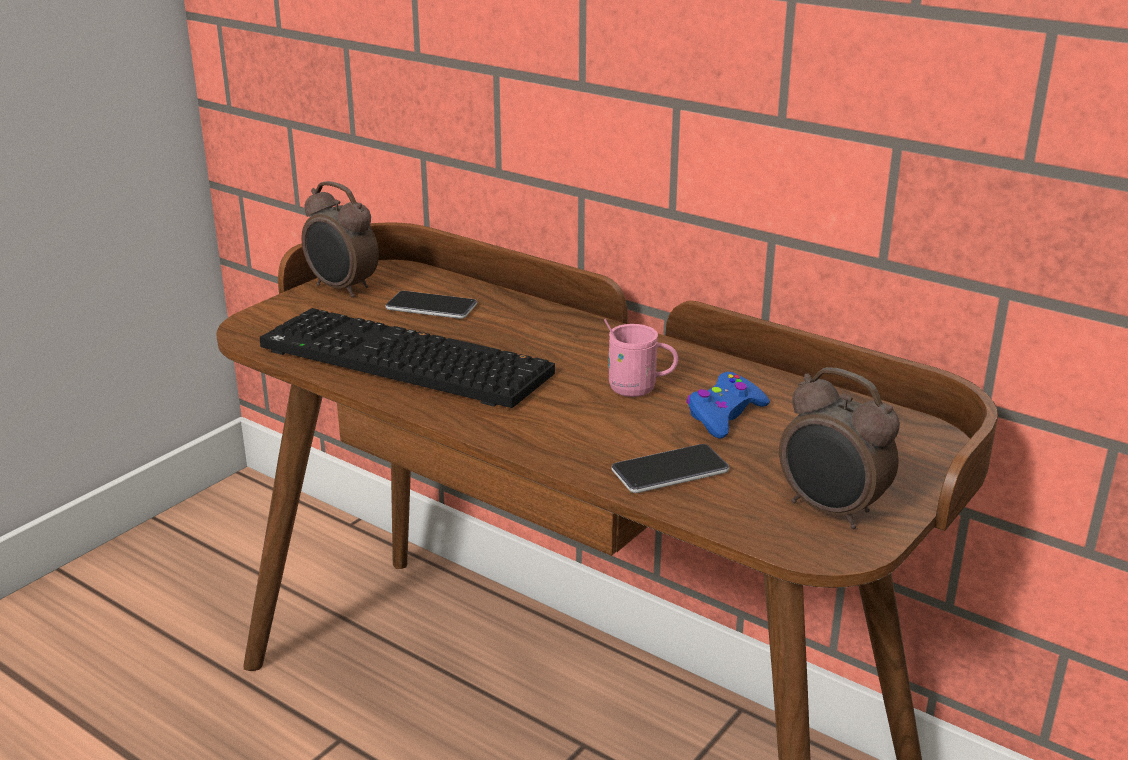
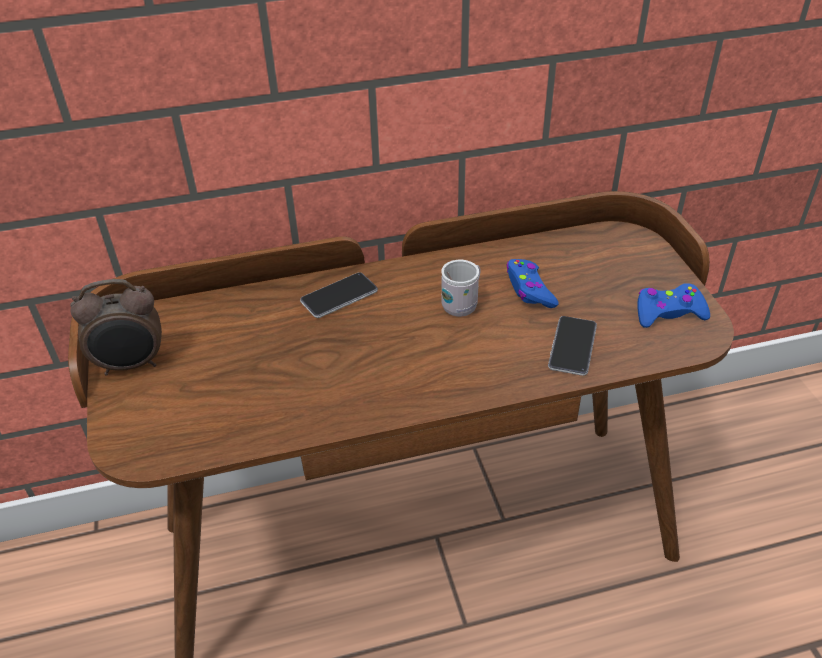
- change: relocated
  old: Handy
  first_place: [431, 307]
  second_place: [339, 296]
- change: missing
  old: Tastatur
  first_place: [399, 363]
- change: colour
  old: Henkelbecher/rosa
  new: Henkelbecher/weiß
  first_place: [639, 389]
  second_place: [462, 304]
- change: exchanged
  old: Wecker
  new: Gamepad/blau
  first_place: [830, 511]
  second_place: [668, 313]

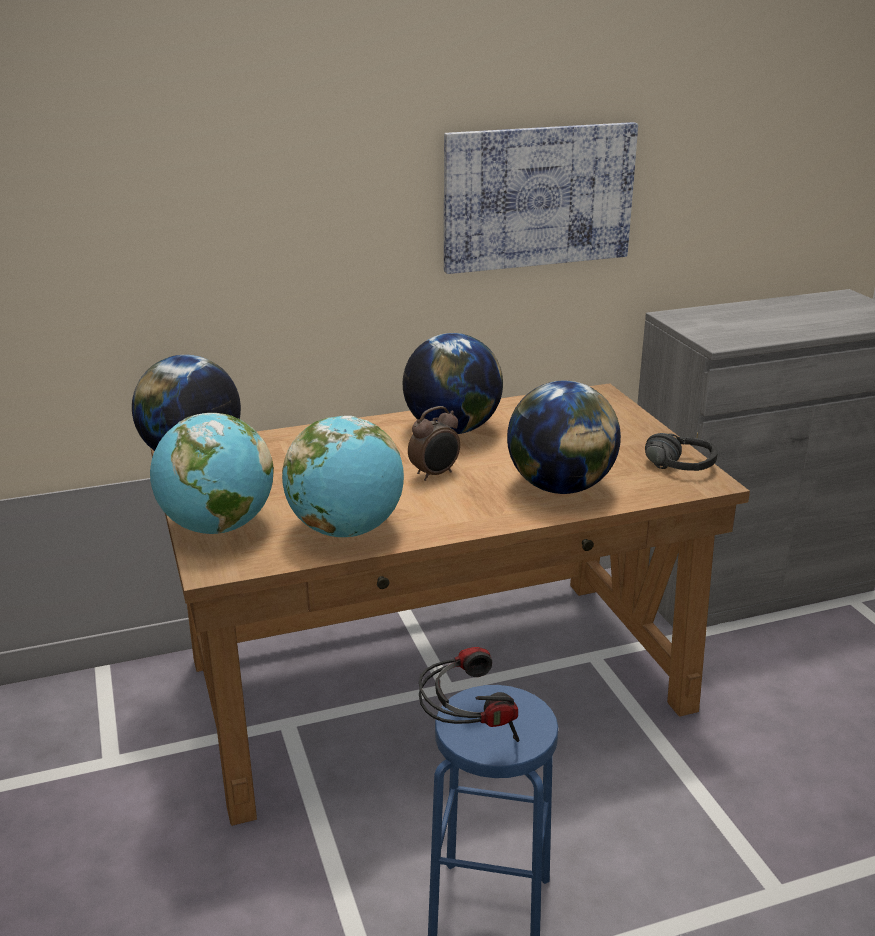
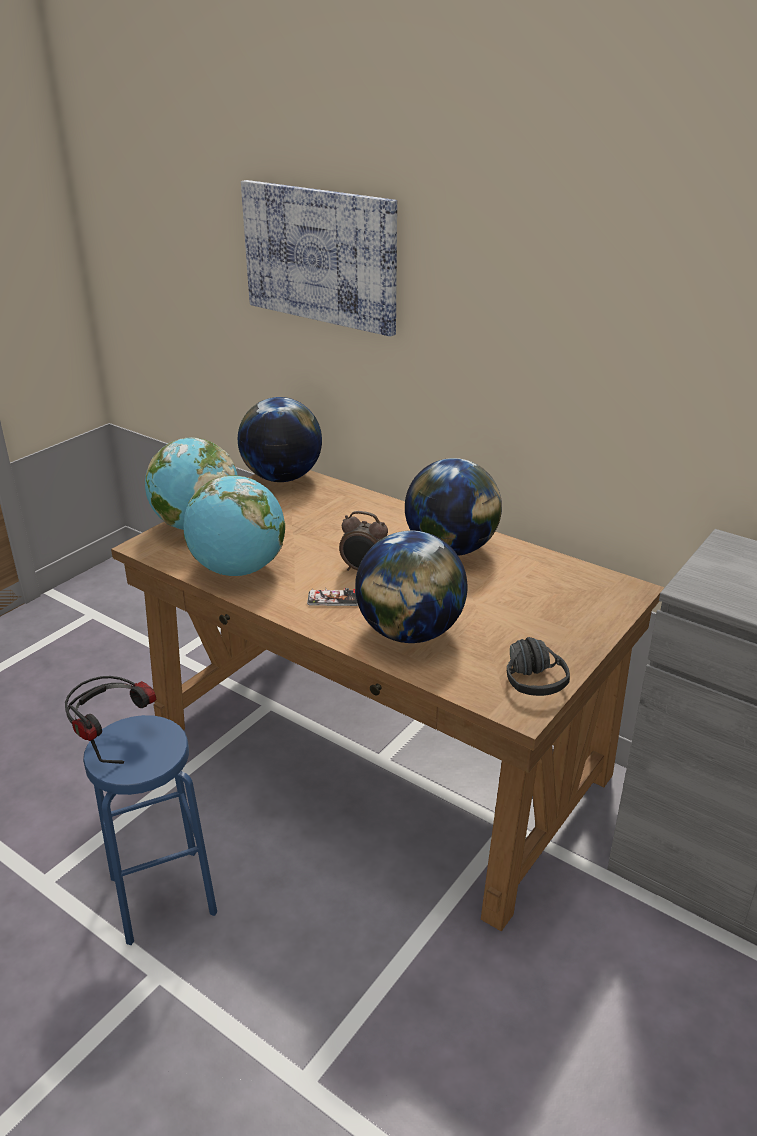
- change: relocated
  old: Bild
  first_place: [538, 196]
  second_place: [320, 255]
- change: appeared
  new: Handy
  second_place: [334, 599]

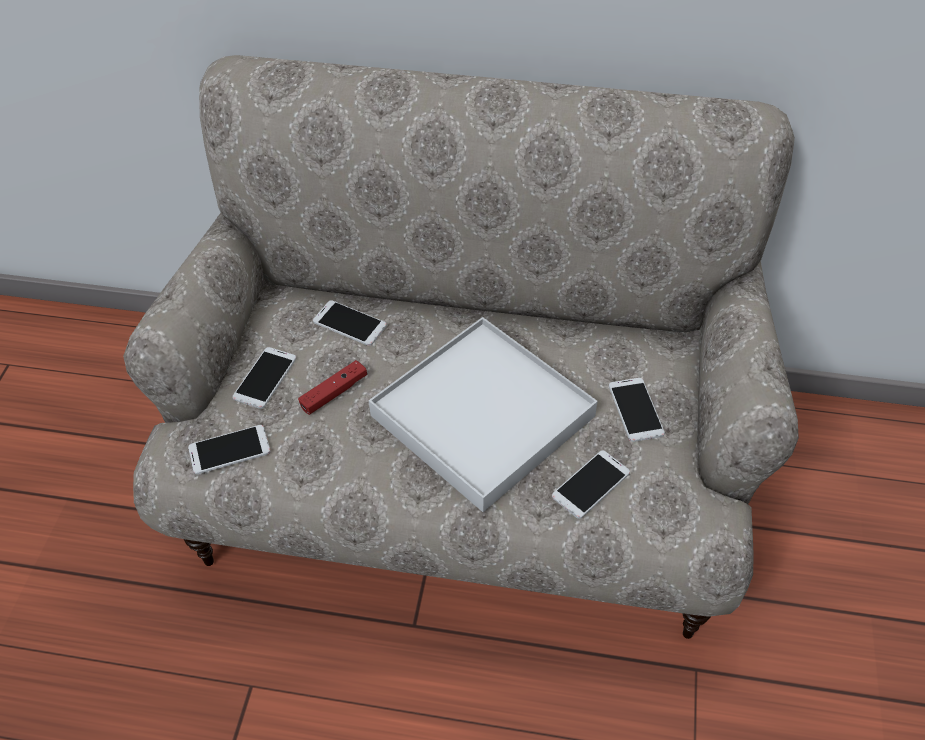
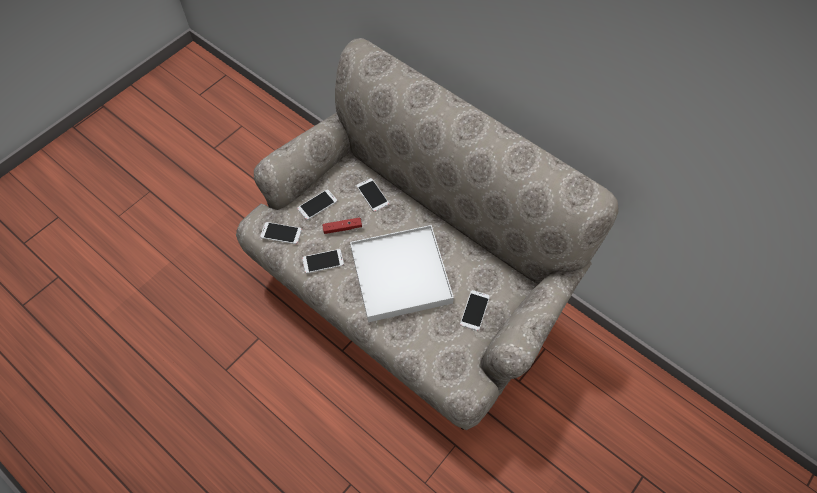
- change: relocated
  old: Handy
  first_place: [590, 484]
  second_place: [323, 261]

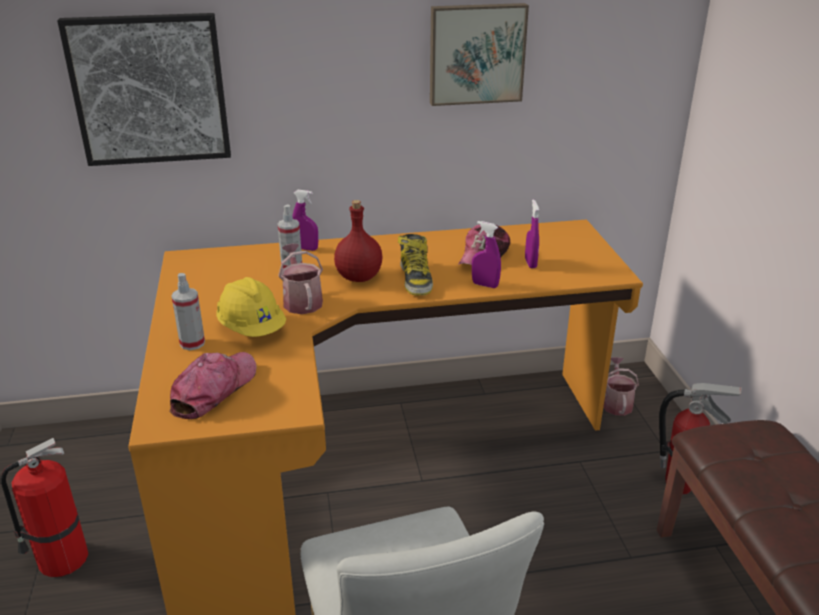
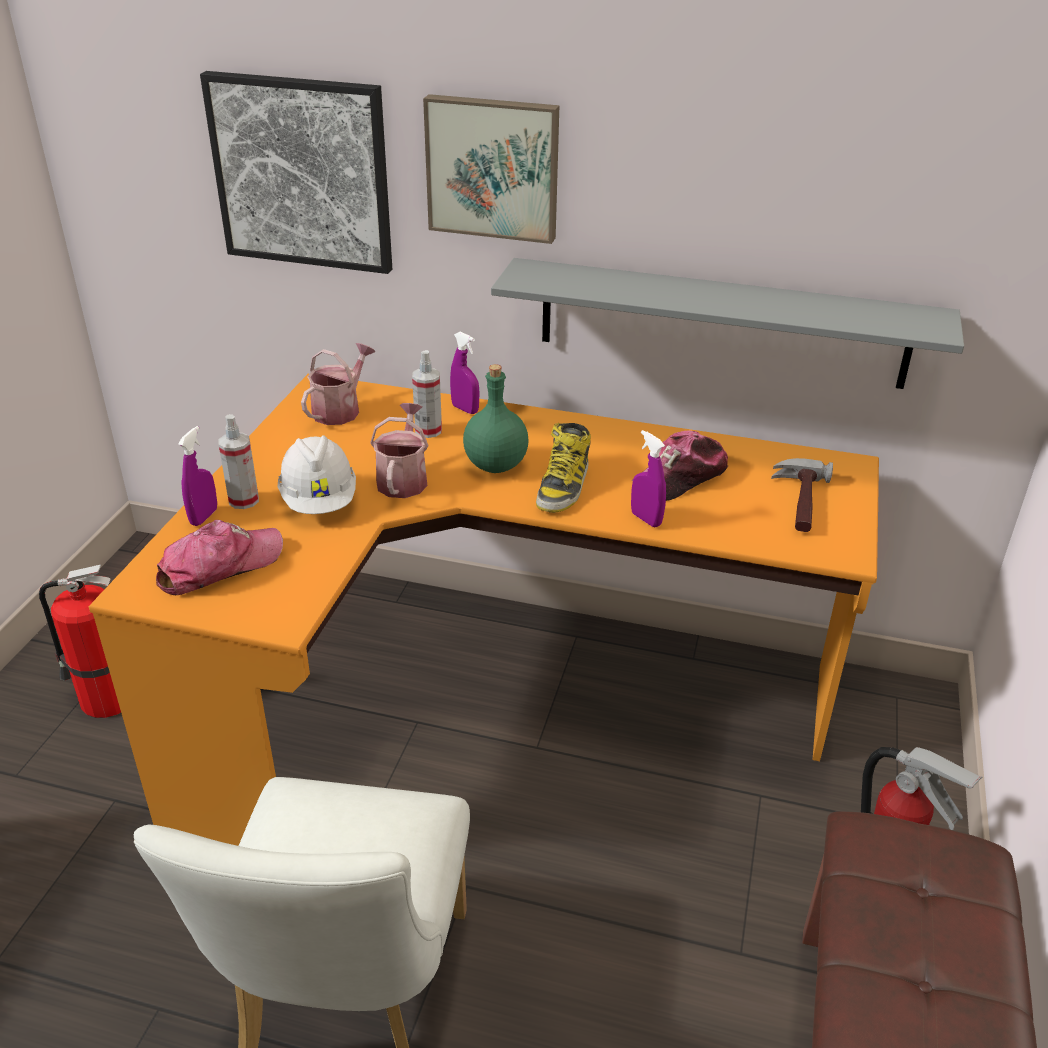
- change: relocated
  old: Bild
  first_place: [476, 54]
  second_place: [493, 167]
- change: relocated
  old: Sprühflasche/lila
  first_place: [530, 263]
  second_place: [204, 517]
- change: colour
  old: Flasche/rot
  new: Flasche/grün
  first_place: [358, 277]
  second_place: [494, 465]
- change: colour
  old: Schutzhelm/gelb
  new: Schutzhelm/weiß
  first_place: [252, 329]
  second_place: [319, 501]
- change: relocated
  old: Gießkanne
  first_place: [616, 403]
  second_place: [340, 410]
- change: appeared
  new: Wandregal/grau
  second_place: [721, 323]
- change: appeared
  new: Hammer
  second_place: [798, 502]

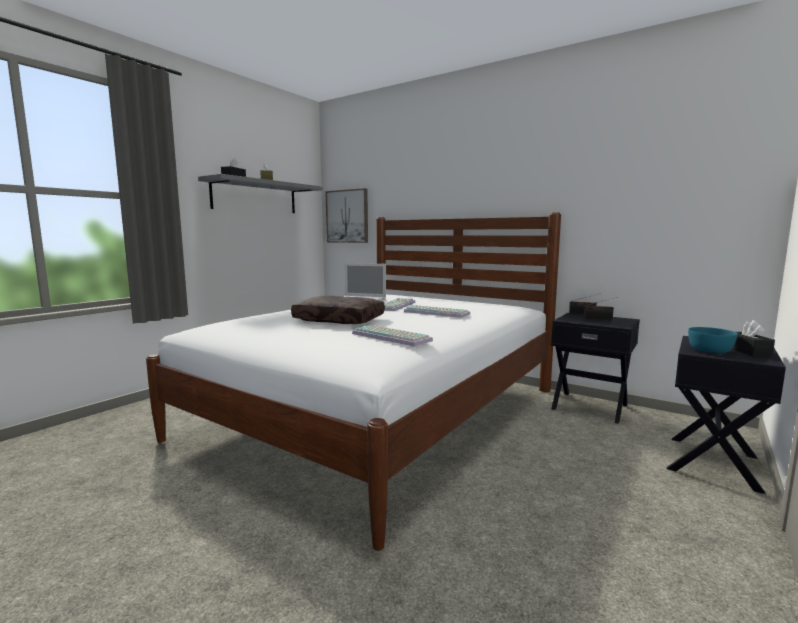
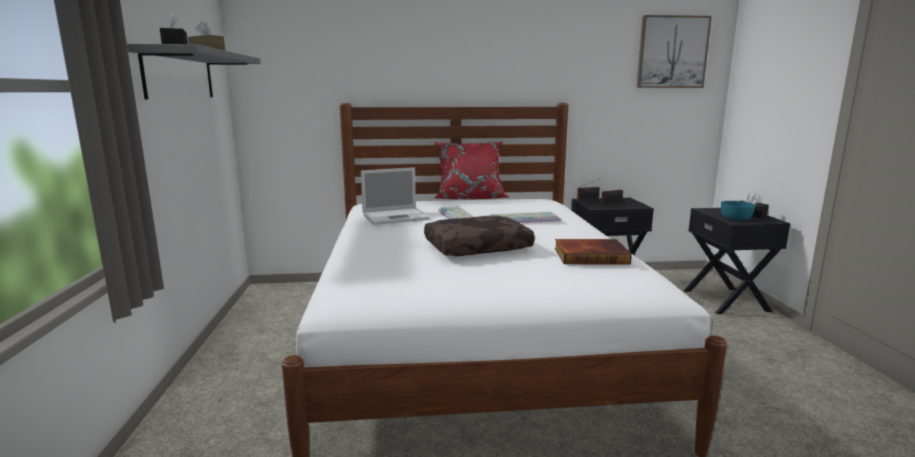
- change: relocated
  old: Bild
  first_place: [347, 216]
  second_place: [672, 52]
- change: exchanged
  old: Tastatur
  new: Buch
  first_place: [393, 337]
  second_place: [591, 255]
- change: appeared
  new: Kissen/rot
  second_place: [470, 197]

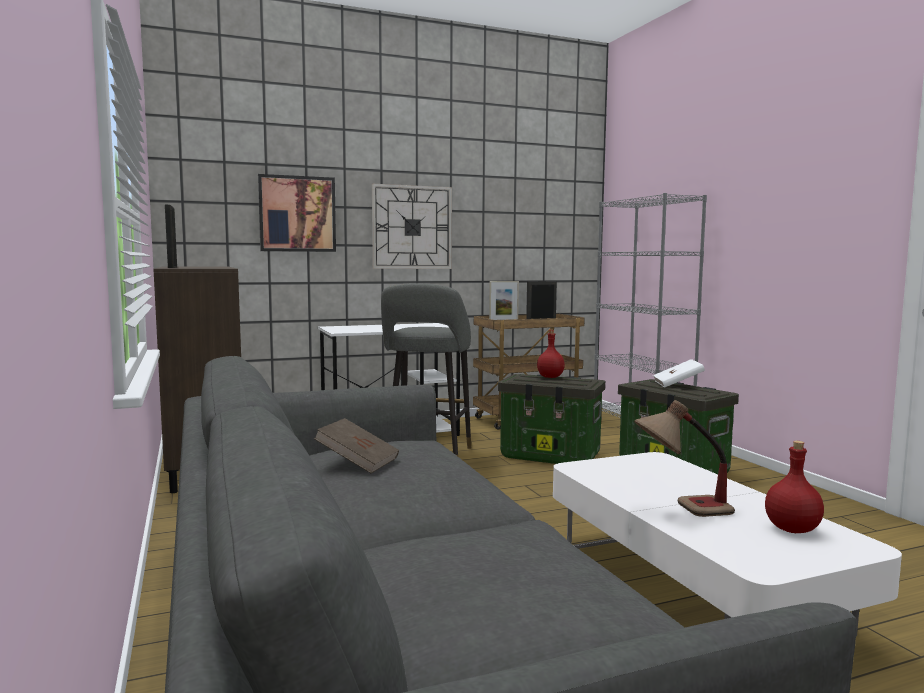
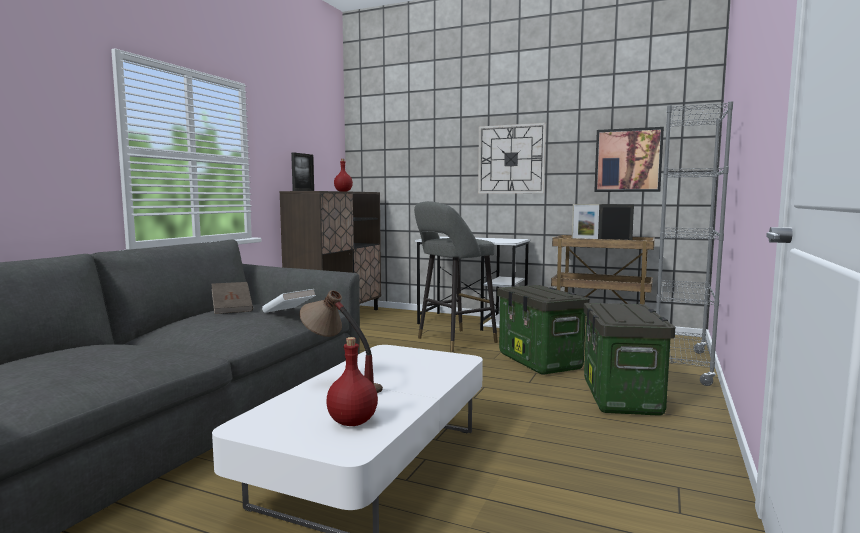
- change: relocated
  old: Bild
  first_place: [297, 214]
  second_place: [628, 160]
- change: relocated
  old: Flasche/rot
  first_place: [550, 377]
  second_place: [343, 191]
- change: relocated
  old: Buch/weiß
  first_place: [677, 384]
  second_place: [289, 313]

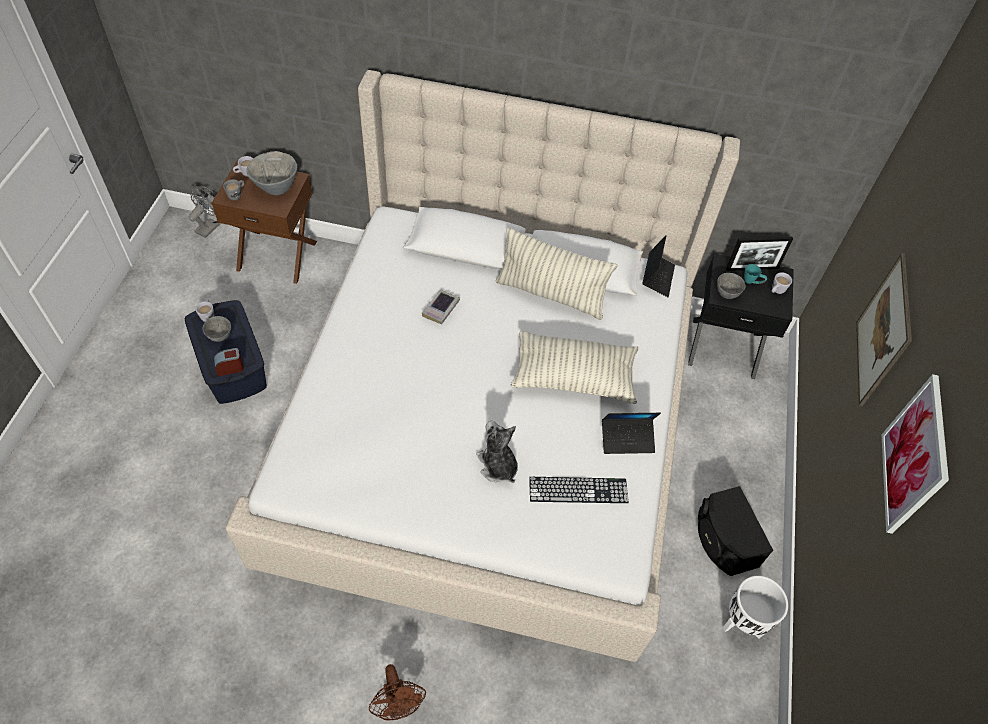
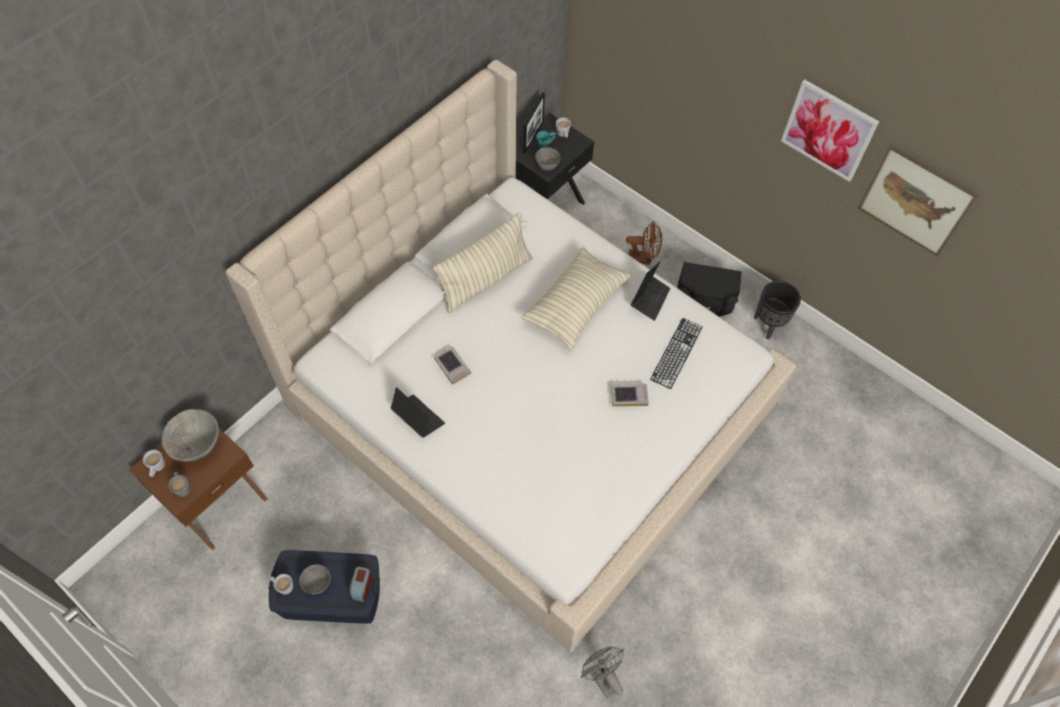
- change: relocated
  old: Ventilator/grau
  first_place: [210, 226]
  second_place: [602, 677]
- change: relocated
  old: Laptop
  first_place: [657, 277]
  second_place: [418, 418]
- change: relocated
  old: Bild
  first_place: [883, 331]
  second_place: [915, 201]
- change: exchanged
  old: Plüschtier
  new: Buch
  first_place: [497, 465]
  second_place: [629, 396]
- change: colour
  old: Pflanzkübel/weiß
  new: Pflanzkübel/schwarz
  first_place: [742, 623]
  second_place: [768, 325]
- change: relocated
  old: Ventilator/braun
  first_place: [398, 704]
  second_place: [643, 258]

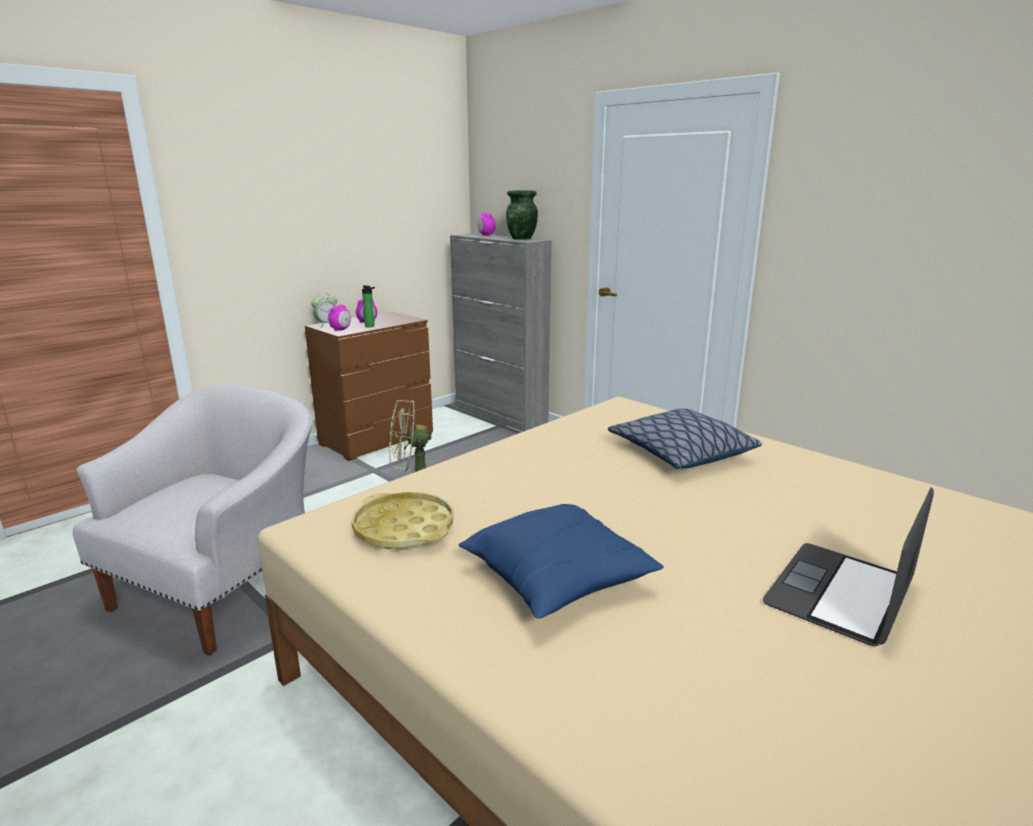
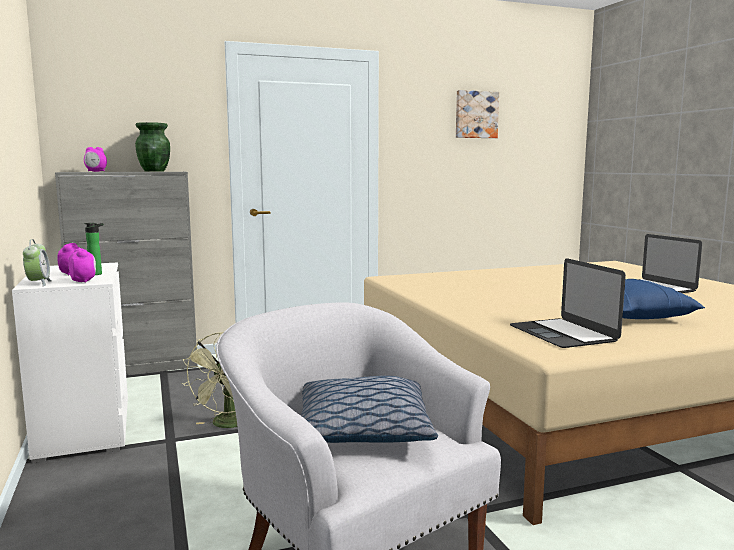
- change: colour
  old: Kommode/braun
  new: Kommode/weiß
  first_place: [377, 439]
  second_place: [84, 428]
- change: relocated
  old: Kissen
  first_place: [680, 452]
  second_place: [362, 430]
- change: exchanged
  old: Tablett/gelb
  new: Laptop
  first_place: [404, 528]
  second_place: [563, 333]
- change: appeared
  new: Bild
  second_place: [476, 114]

